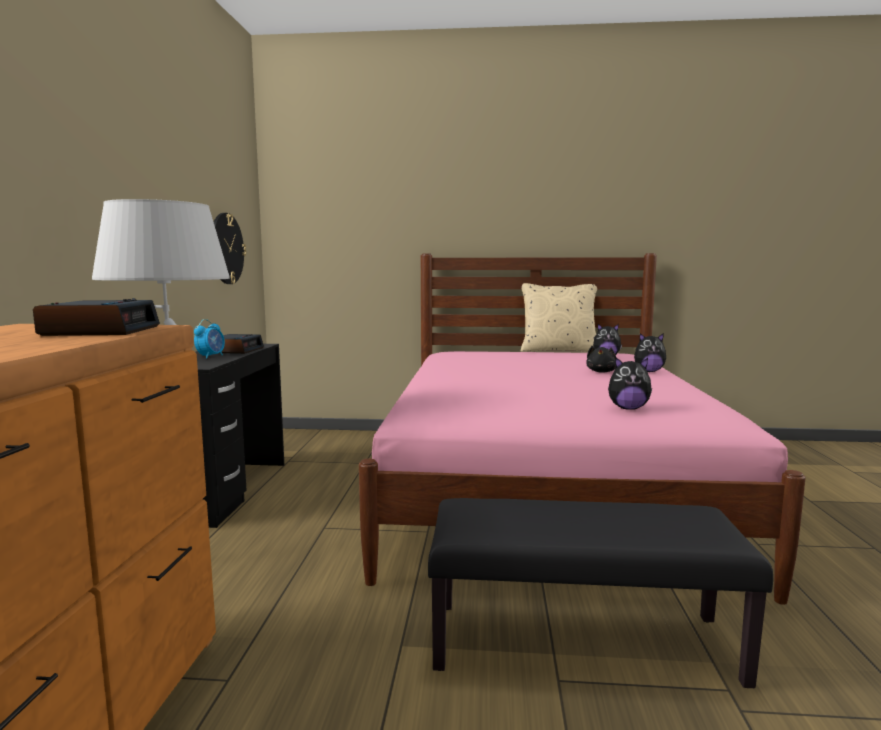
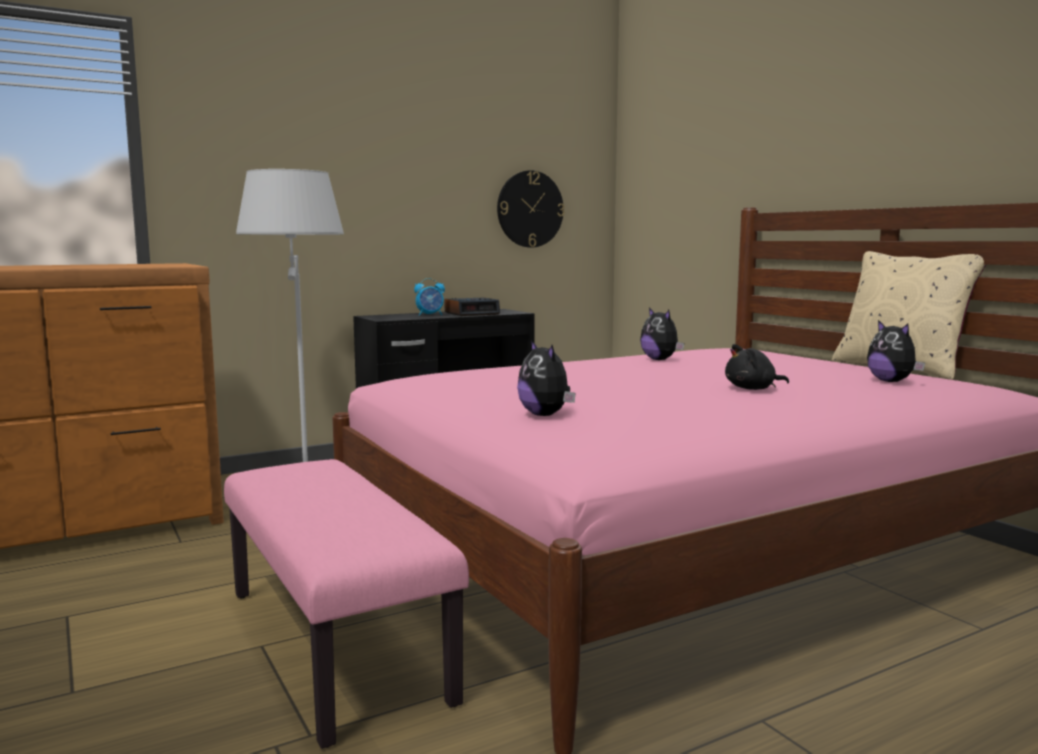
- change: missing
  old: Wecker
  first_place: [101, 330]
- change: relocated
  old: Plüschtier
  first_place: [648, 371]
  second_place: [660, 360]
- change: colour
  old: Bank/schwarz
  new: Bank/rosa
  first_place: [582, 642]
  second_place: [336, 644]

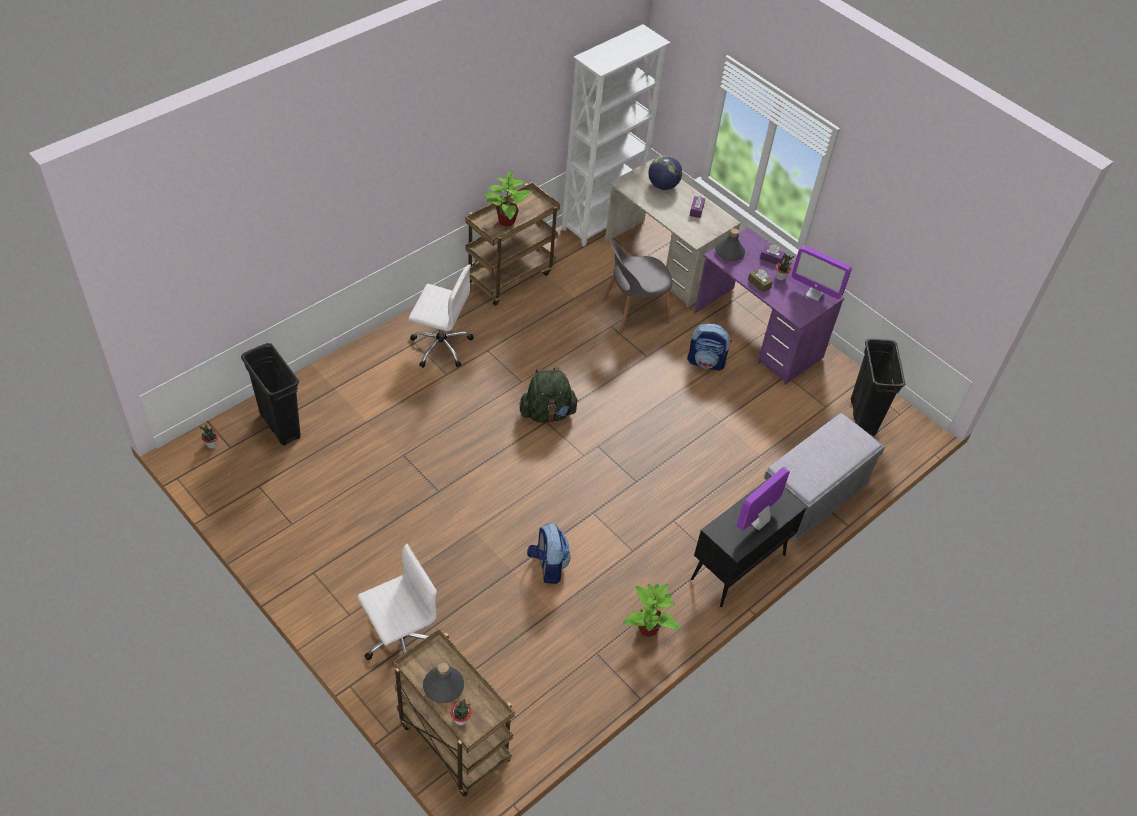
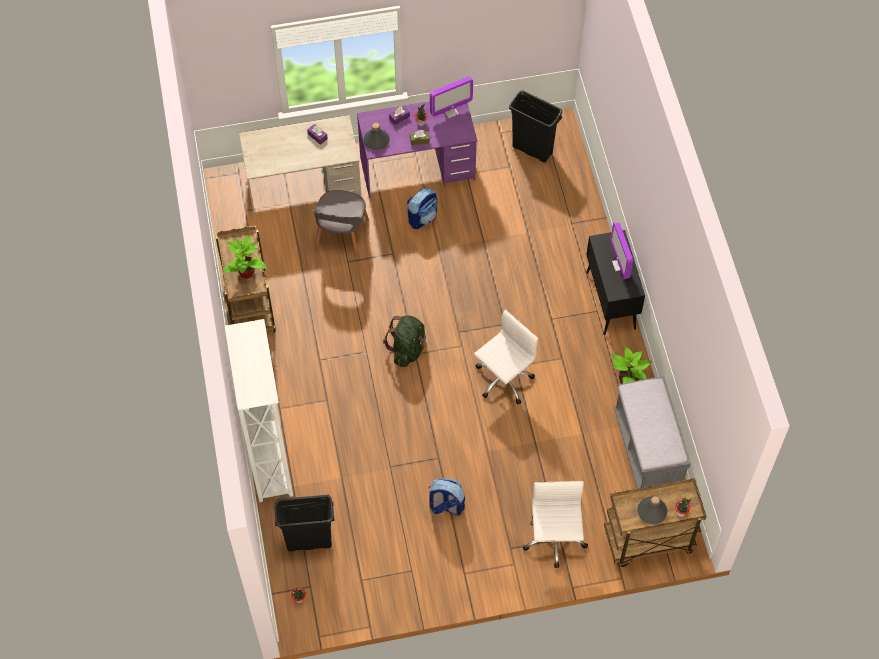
- change: relocated
  old: Bücherregal/weiß
  first_place: [602, 221]
  second_place: [271, 461]
- change: missing
  old: Globus
  first_place: [663, 186]
- change: relocated
  old: Bürostuhl/weiß
  first_place: [440, 346]
  second_place: [503, 380]
- change: relocated
  old: Bank/grau
  first_place: [811, 499]
  second_place: [648, 448]
- change: relocated
  old: Rucksack
  first_place: [548, 566]
  second_place: [446, 506]

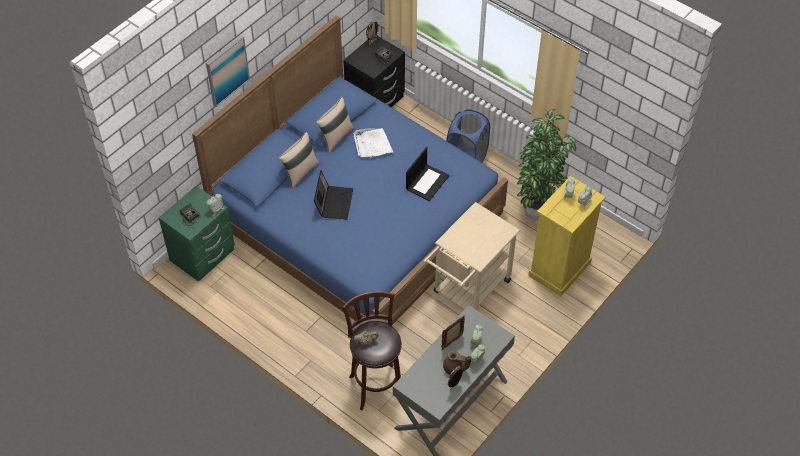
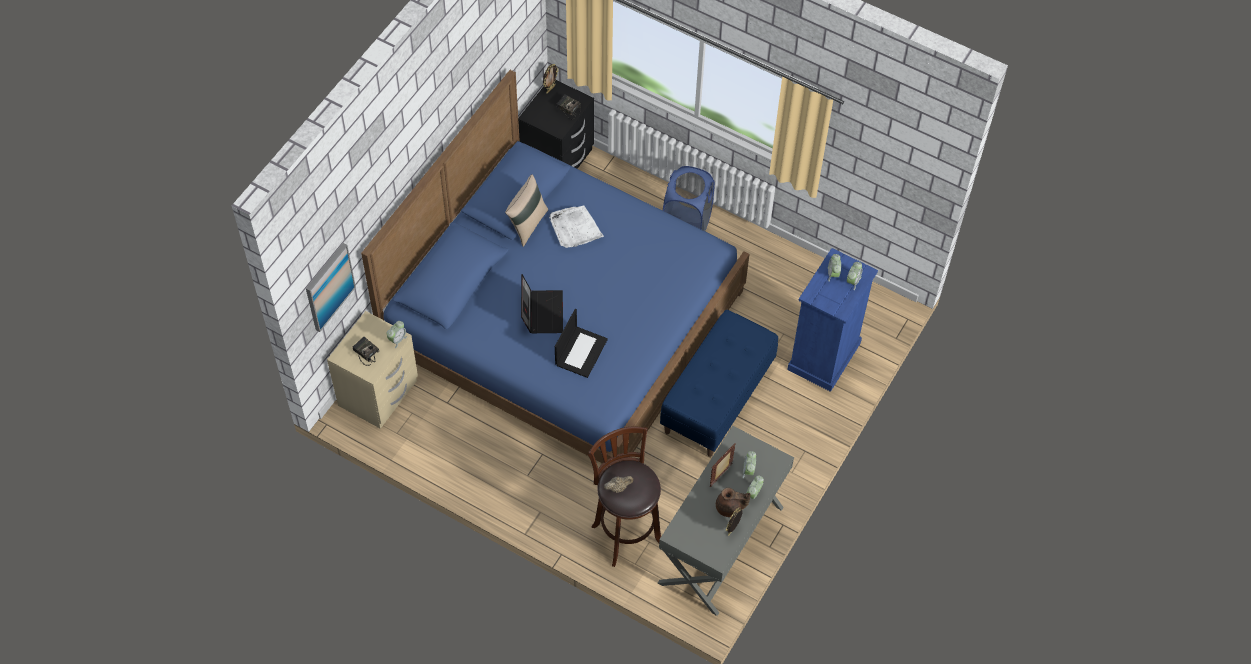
- change: relocated
  old: Bild
  first_place: [227, 70]
  second_place: [329, 286]
- change: missing
  old: Topfpflanze
  first_place: [536, 215]
- change: missing
  old: Kissen/beige
  first_place: [300, 172]
- change: relocated
  old: Laptop
  first_place: [427, 182]
  second_place: [581, 351]
- change: colour
  old: Kommode/gelb
  new: Kommode/blau
  first_place: [559, 269]
  second_place: [824, 357]
- change: colour
  old: Nachttisch/grün
  new: Nachttisch/beige
  first_place: [203, 255]
  second_place: [379, 394]
- change: exchanged
  old: Rollwagen/beige
  new: Bank/blau
  first_place: [468, 290]
  second_place: [717, 398]

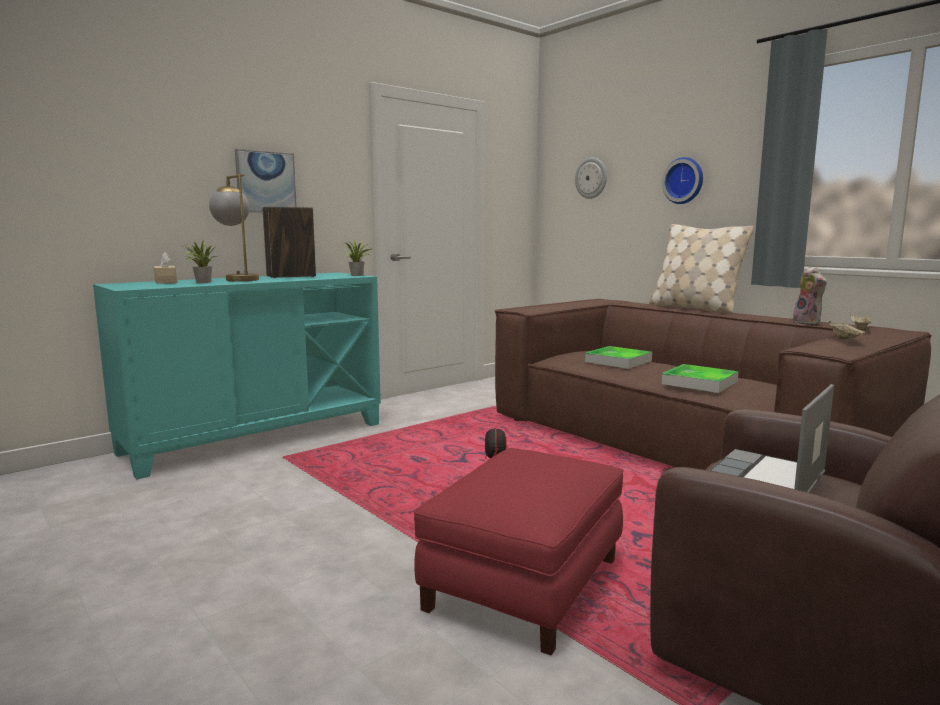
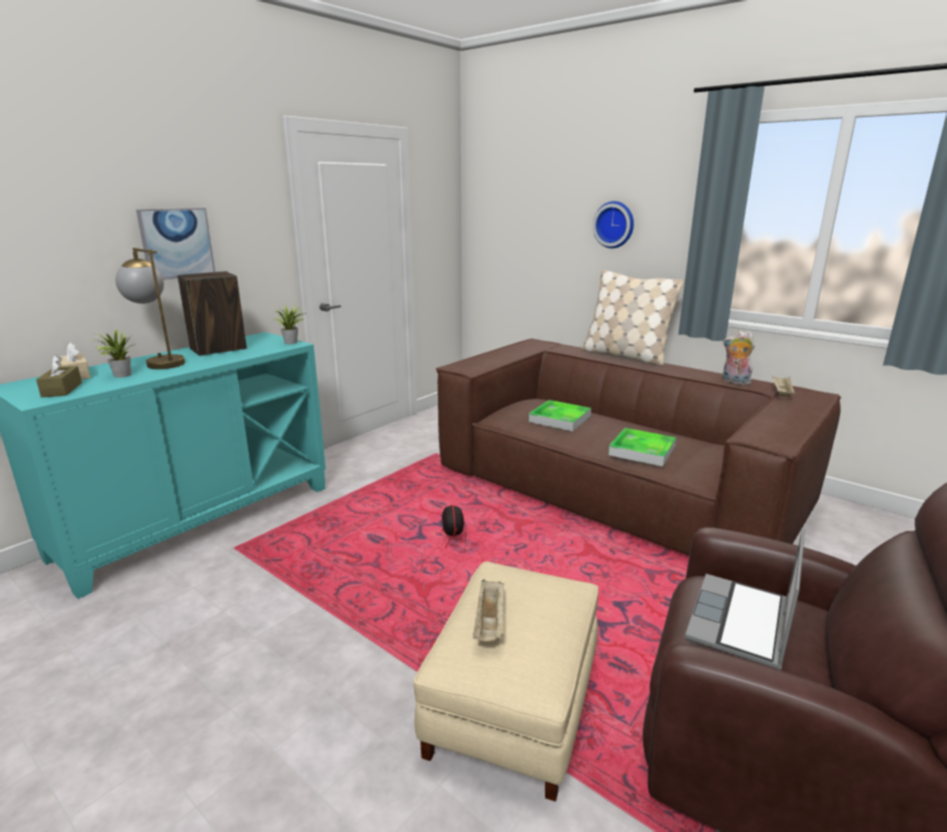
- change: missing
  old: Wanduhr
  first_place: [591, 178]
- change: spun
  old: Plüschtier
  first_place: [808, 323]
  second_place: [734, 382]
  degrees: 150
- change: relocated
  old: Tablett/beige
  first_place: [845, 340]
  second_place: [490, 623]
- change: colour
  old: Polsterhocker/rot
  new: Polsterhocker/beige
  first_place: [525, 585]
  second_place: [514, 707]
- change: appeared
  new: Taschentuchbox/braun
  second_place: [62, 390]

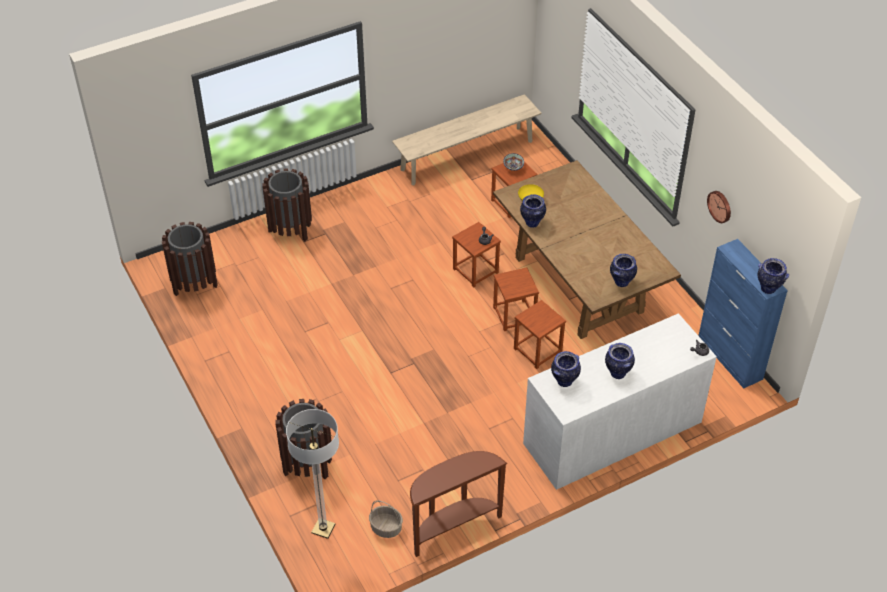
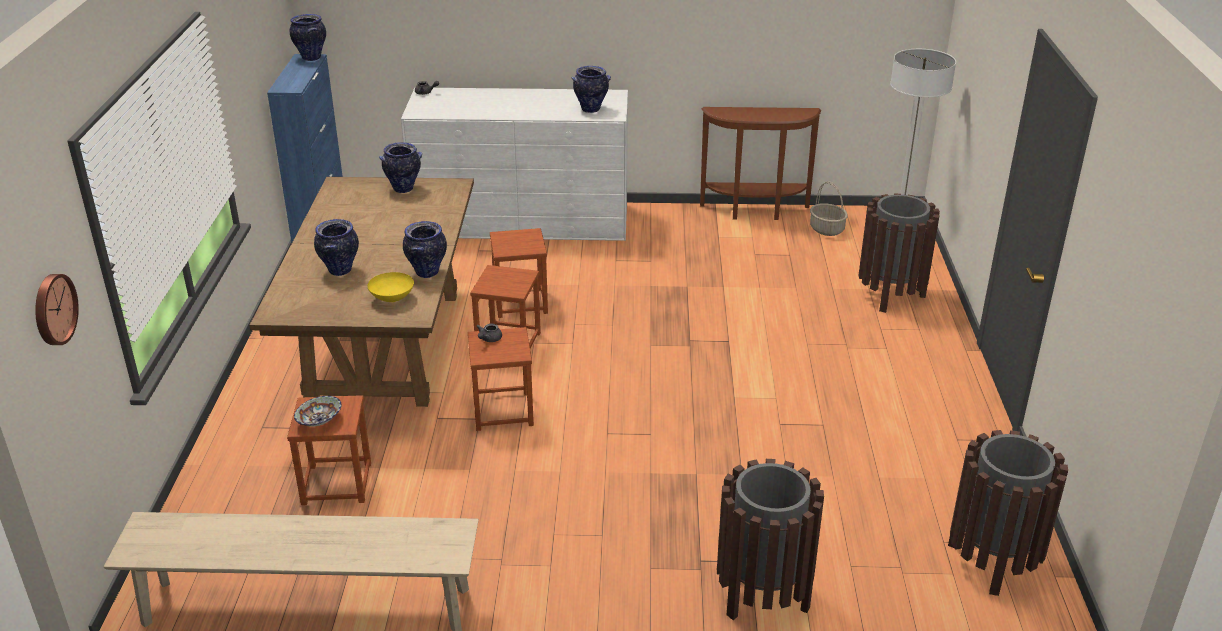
- change: relocated
  old: Wanduhr
  first_place: [720, 206]
  second_place: [53, 309]
- change: relocated
  old: Vase
  first_place: [617, 373]
  second_place: [340, 271]

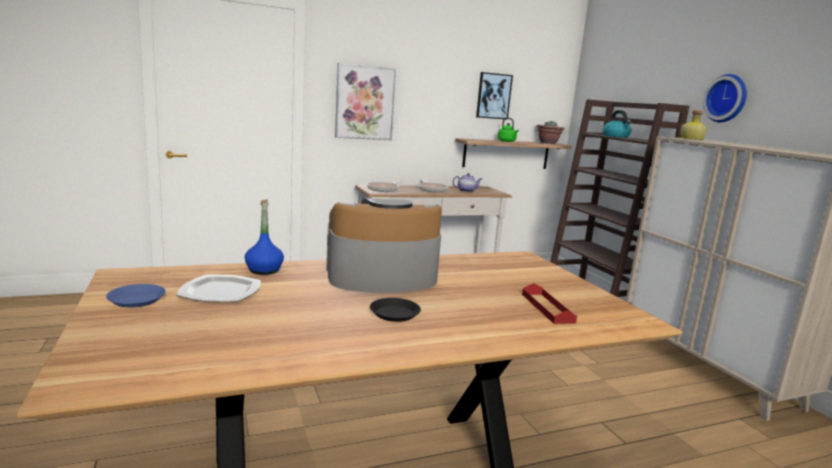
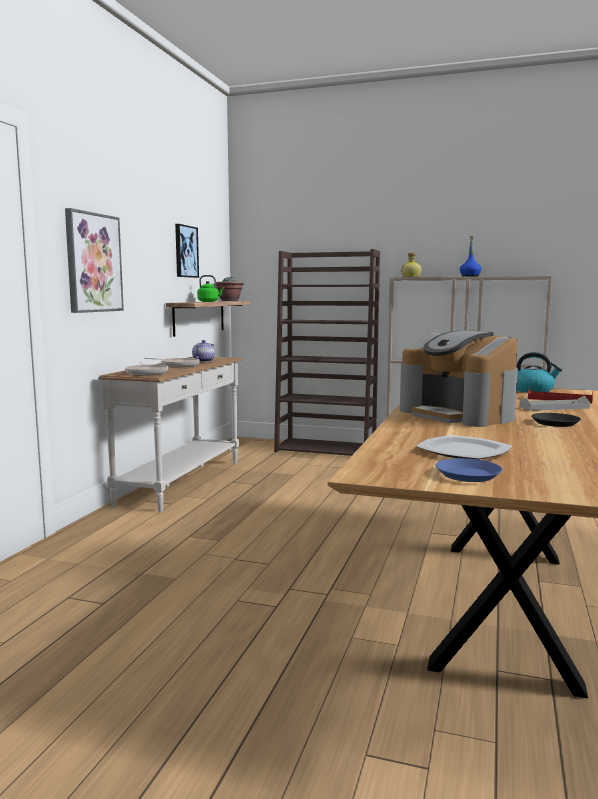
- change: missing
  old: Wanduhr
  first_place: [727, 98]
- change: relocated
  old: Wasserkessel
  first_place: [616, 136]
  second_place: [533, 390]
- change: spun
  old: Kaffeemaschine
  first_place: [381, 277]
  second_place: [458, 414]
  degrees: -60
- change: relocated
  old: Flasche/blau
  first_place: [264, 270]
  second_place: [470, 277]
- change: appeared
  new: Tablett/grau
  second_place: [554, 407]

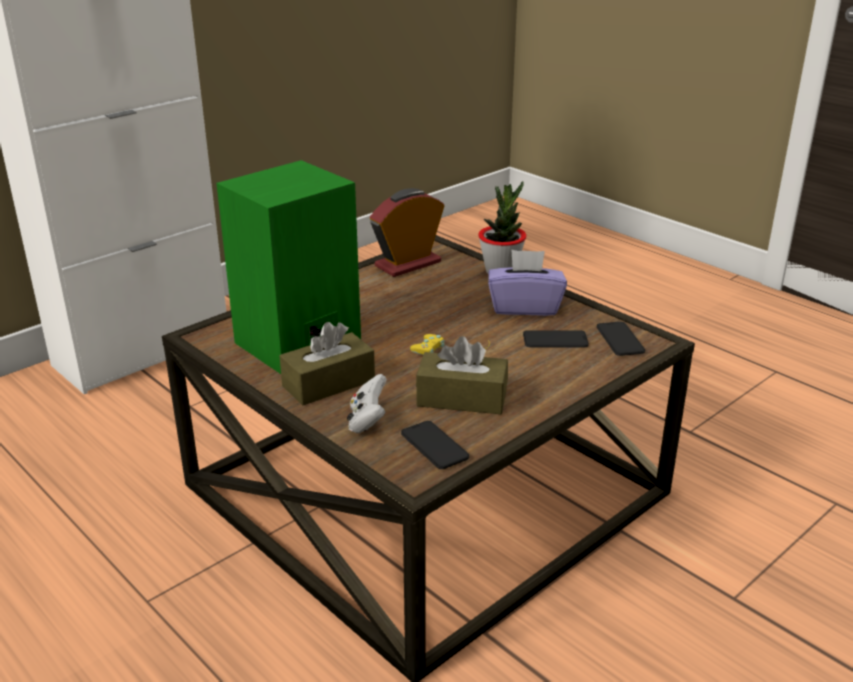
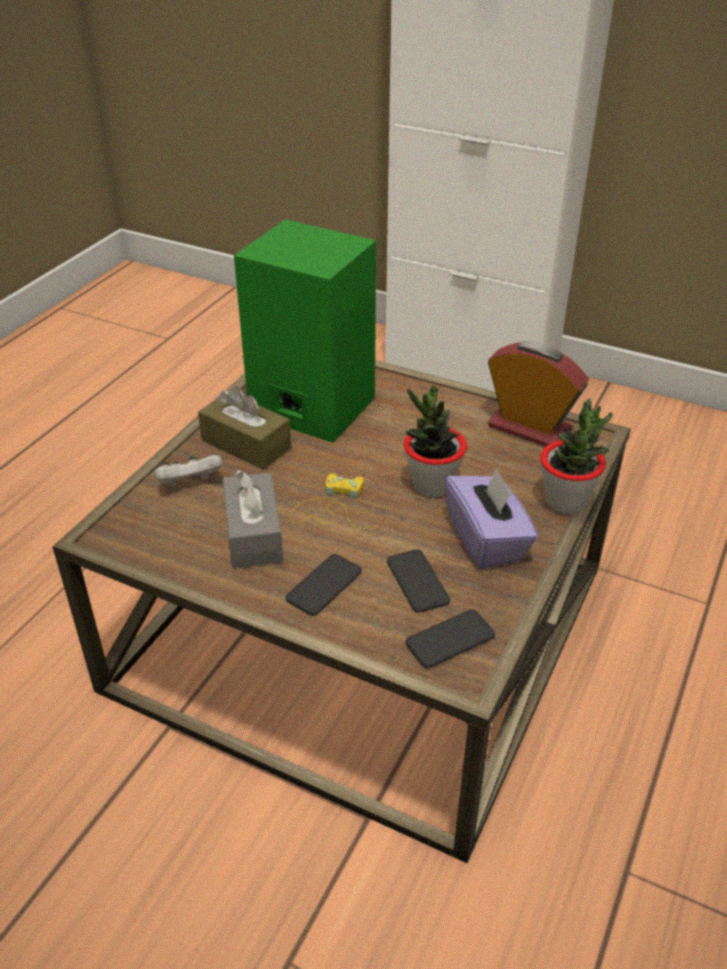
- change: colour
  old: Taschentuchbox/braun
  new: Taschentuchbox/grau
  first_place: [462, 398]
  second_place: [253, 534]
- change: relocated
  old: Handy
  first_place: [434, 445]
  second_place: [324, 585]
- change: appeared
  new: Topfpflanze
  second_place: [432, 486]

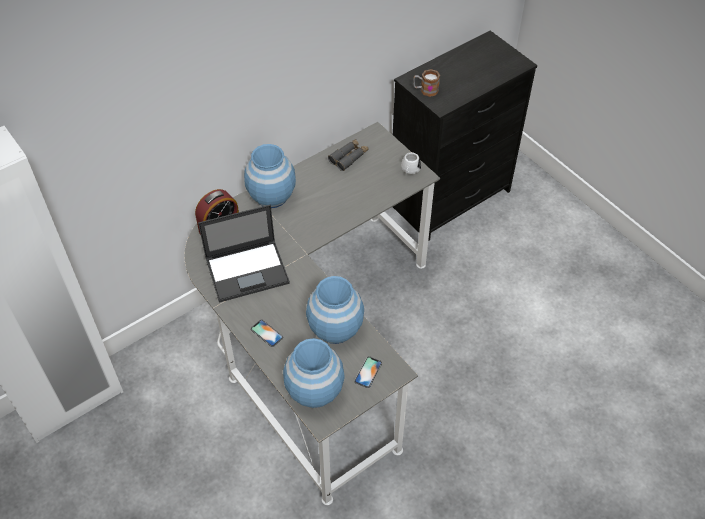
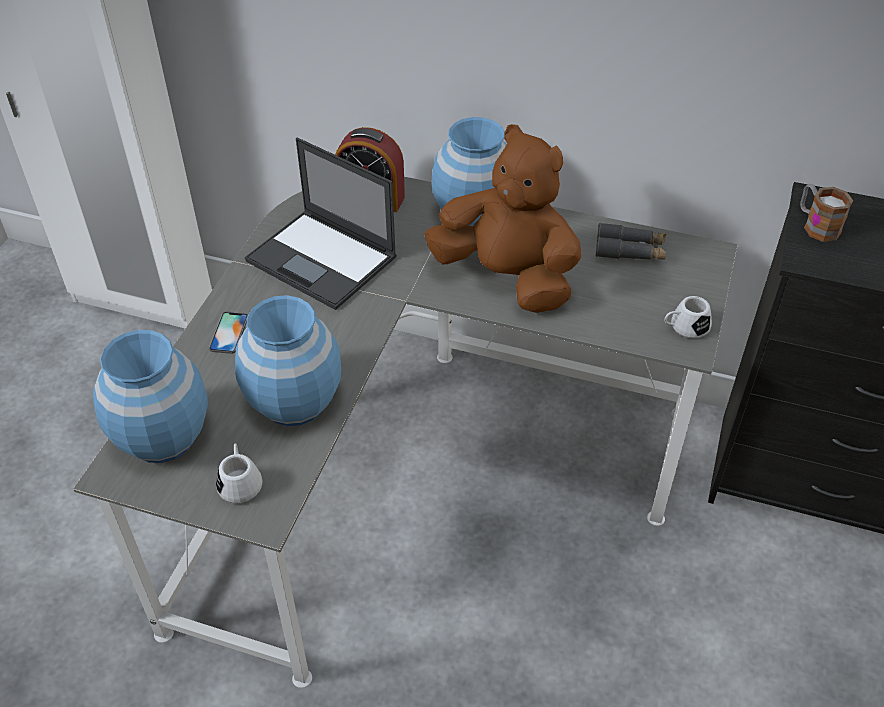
- change: exchanged
  old: Handy
  new: Henkelbecher/weiß
  first_place: [368, 372]
  second_place: [240, 481]
- change: appeared
  new: Plüschtier/braun
  second_place: [507, 278]

